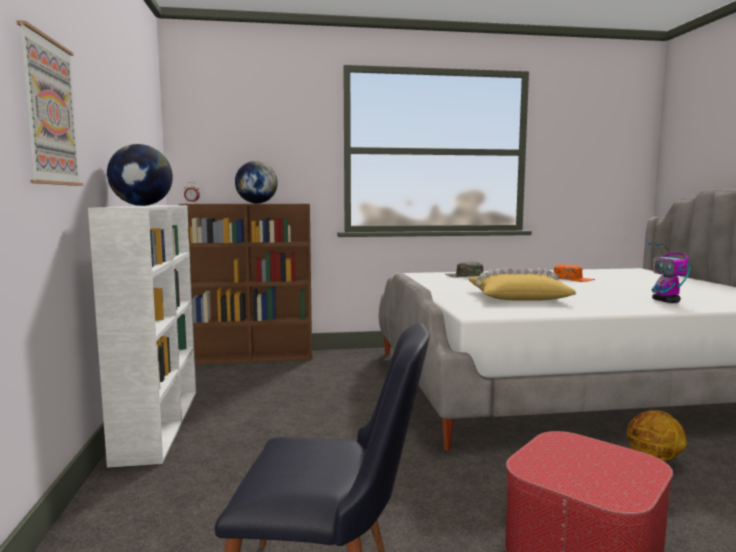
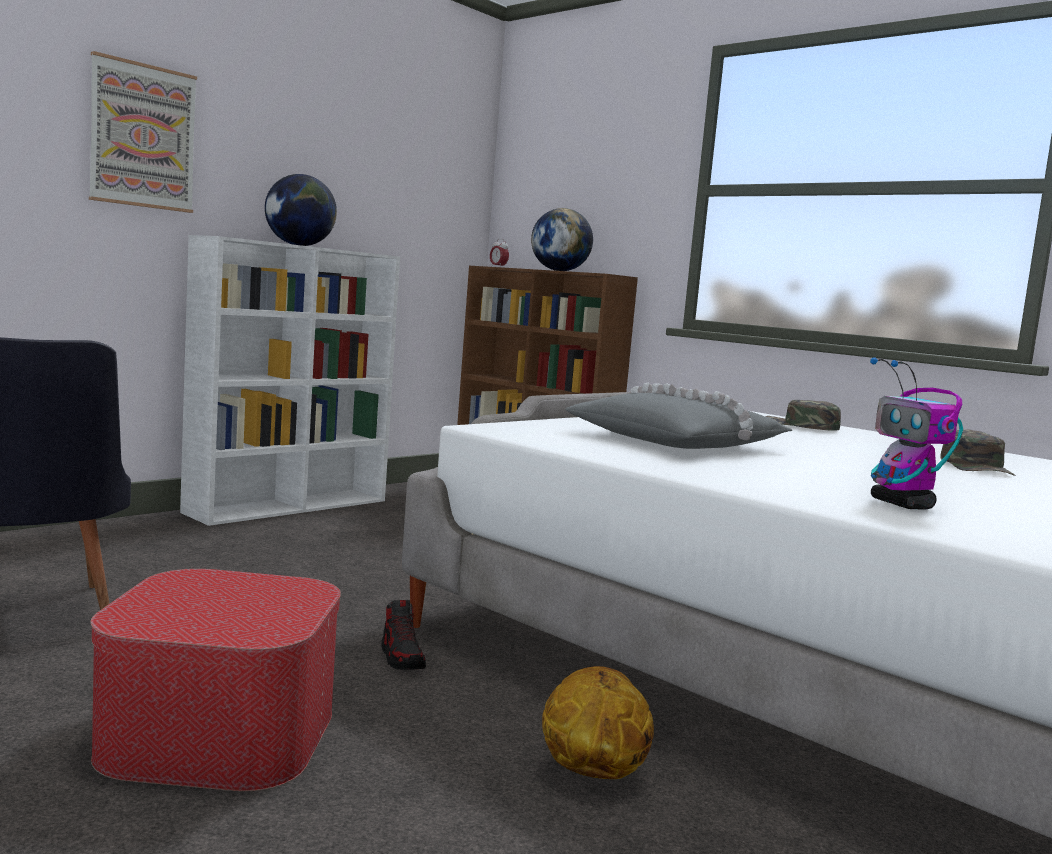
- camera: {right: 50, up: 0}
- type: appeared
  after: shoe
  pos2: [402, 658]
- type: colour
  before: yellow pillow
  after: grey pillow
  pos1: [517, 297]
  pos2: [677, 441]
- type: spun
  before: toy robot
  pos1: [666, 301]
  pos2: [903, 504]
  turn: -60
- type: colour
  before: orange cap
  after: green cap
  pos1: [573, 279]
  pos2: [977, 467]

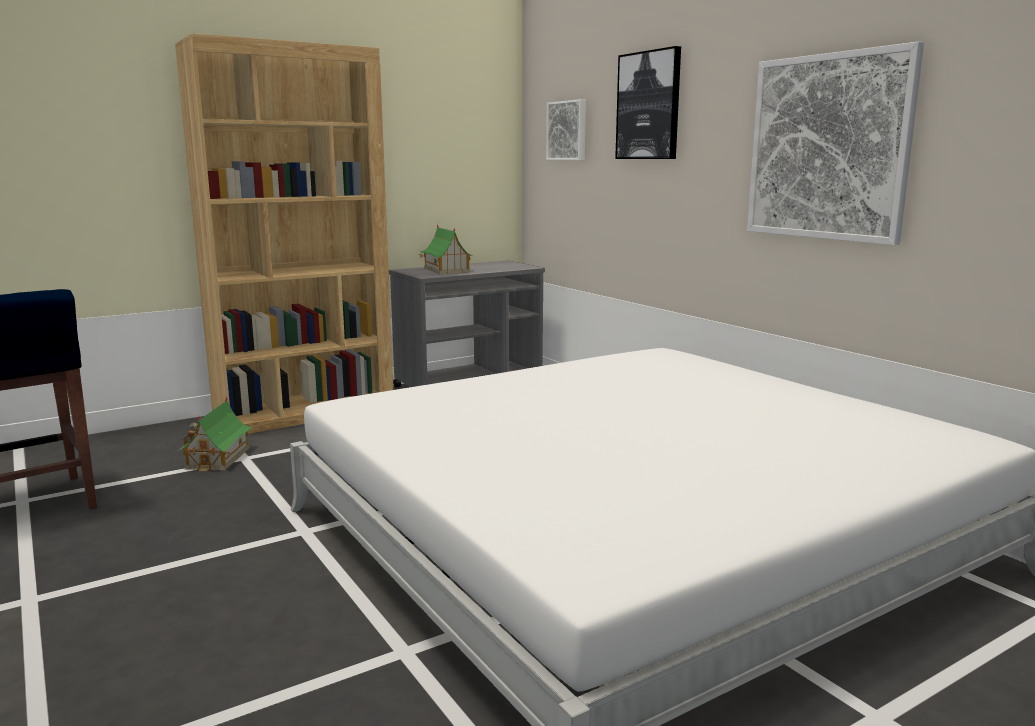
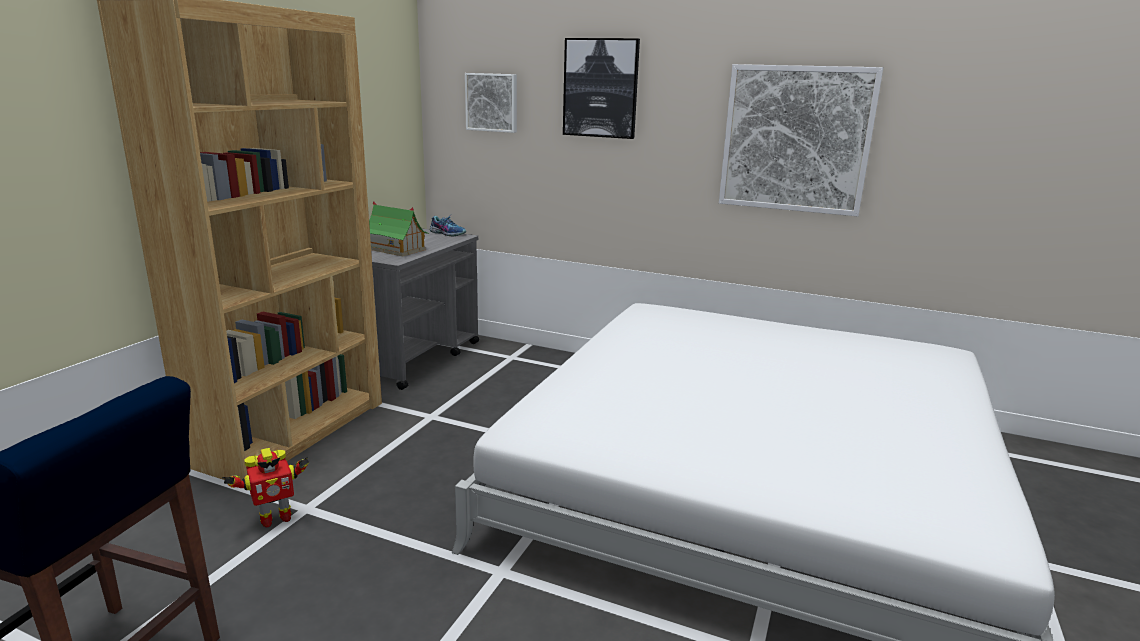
- camera: {right: -35, up: 5}
- type: exchanged
  before: toy house
  after: toy robot
  pos1: [218, 458]
  pos2: [274, 518]
- type: appeared
  after: shoe
  pos2: [448, 233]

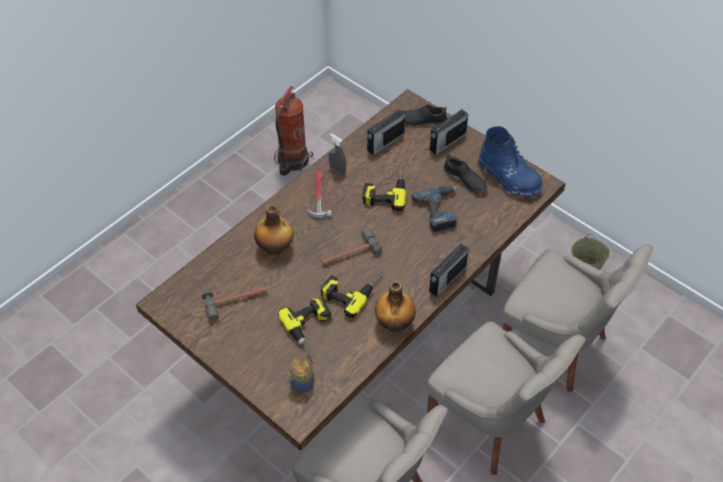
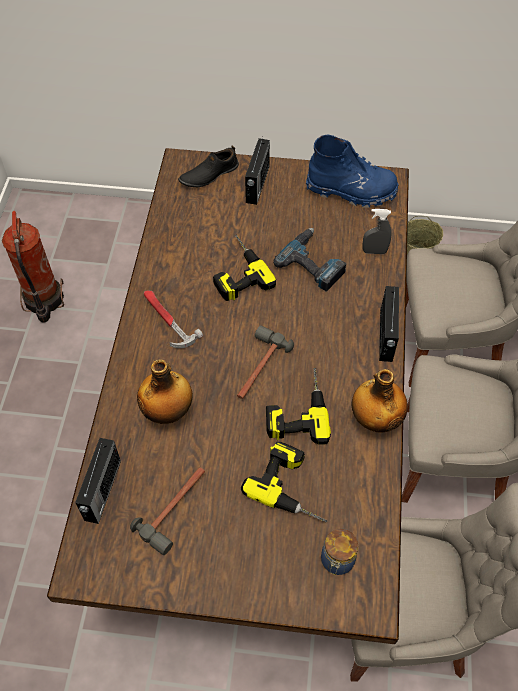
- camera: {right: -35, up: 5}
- type: relocated
  before: radio
  pos1: [385, 142]
  pos2: [102, 491]
- type: relocated
  before: grey spray bottle
  pos1: [337, 169]
  pos2: [374, 251]
- type: missing
  before: black shoe
  pos1: [465, 180]

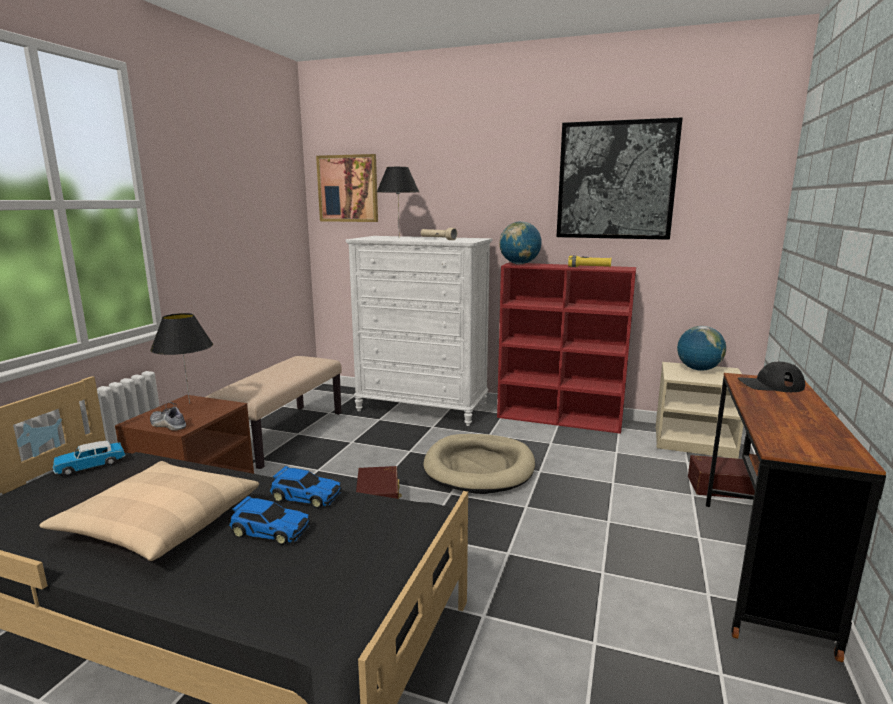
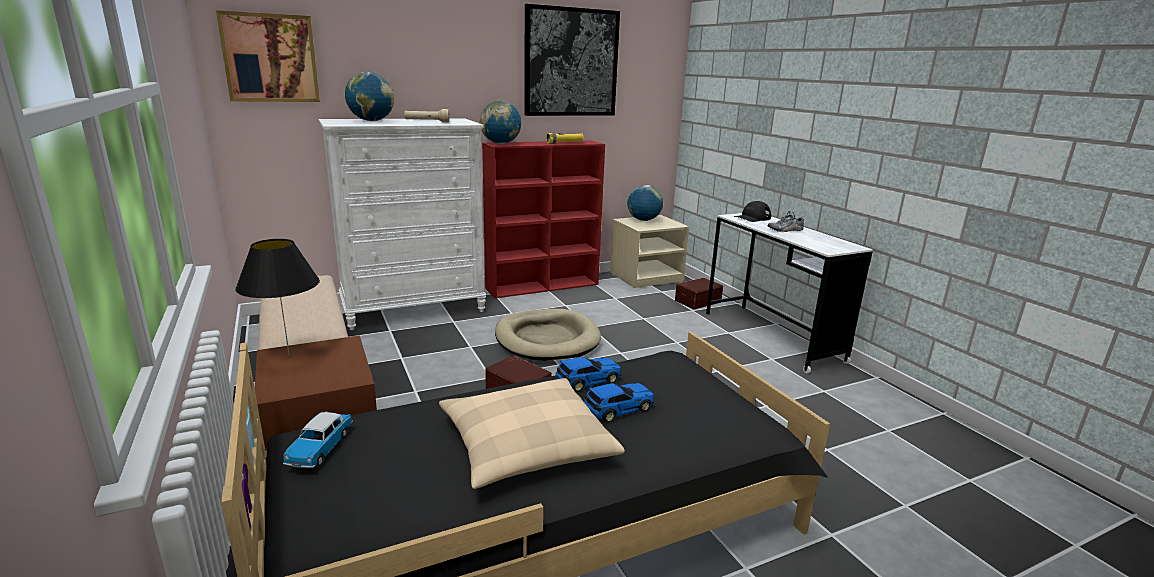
- camera: {right: -45, up: 5}
- type: exchanged
  before: black table lamp
  after: globe
  pos1: [399, 237]
  pos2: [371, 121]
- type: colour
  before: brown desk
  after: white desk
  pos1: [760, 567]
  pos2: [771, 336]
- type: relocated
  before: shoe
  pos1: [168, 425]
  pos2: [785, 230]

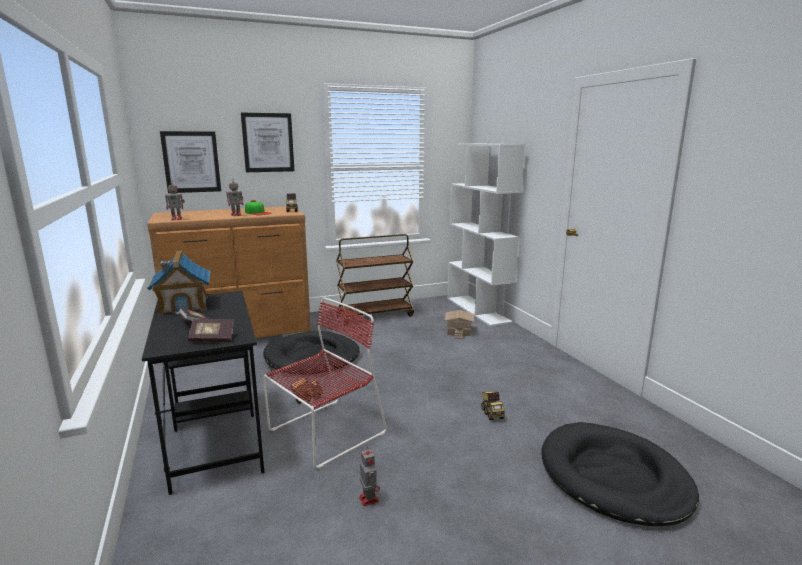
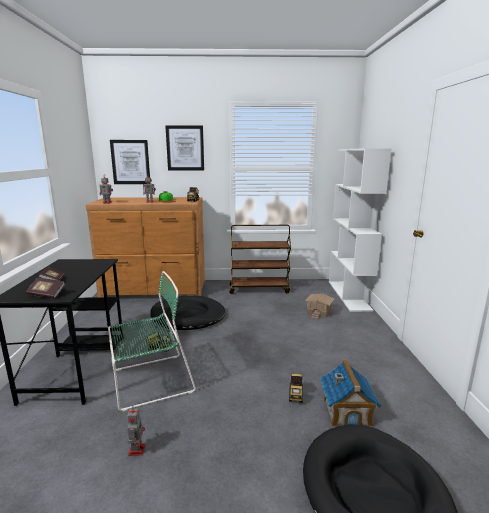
- camera: {right: 20, up: 0}
- type: colour
  before: red chair
  after: green chair
  pos1: [324, 433]
  pos2: [149, 381]
- type: relocated
  before: toy house
  pos1: [184, 305]
  pos2: [347, 412]

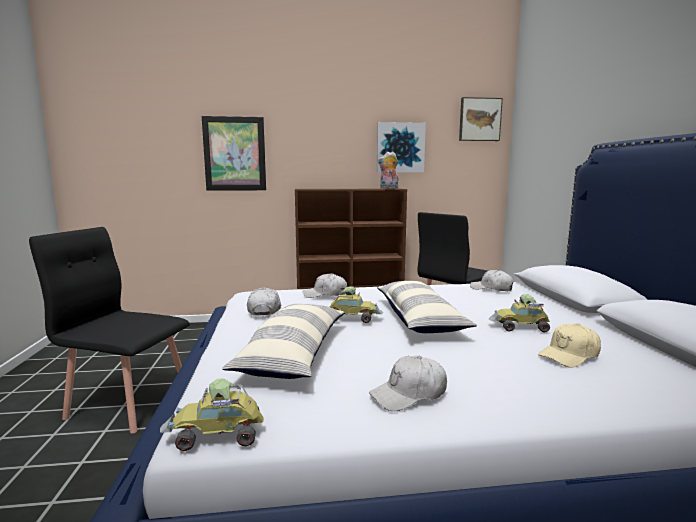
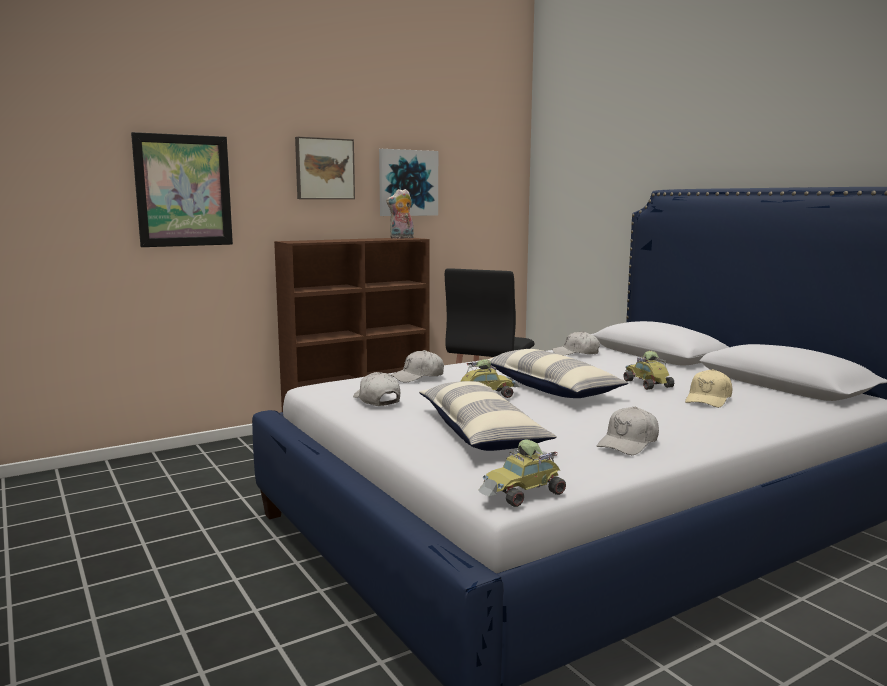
- camera: {right: -25, up: 0}
- type: relocated
  before: picture
  pos1: [479, 119]
  pos2: [324, 169]
- type: spun
  before: toy car
  pos1: [520, 327]
  pos2: [646, 384]
  turn: 90
- type: missing
  before: black chair
  pos1: [129, 403]

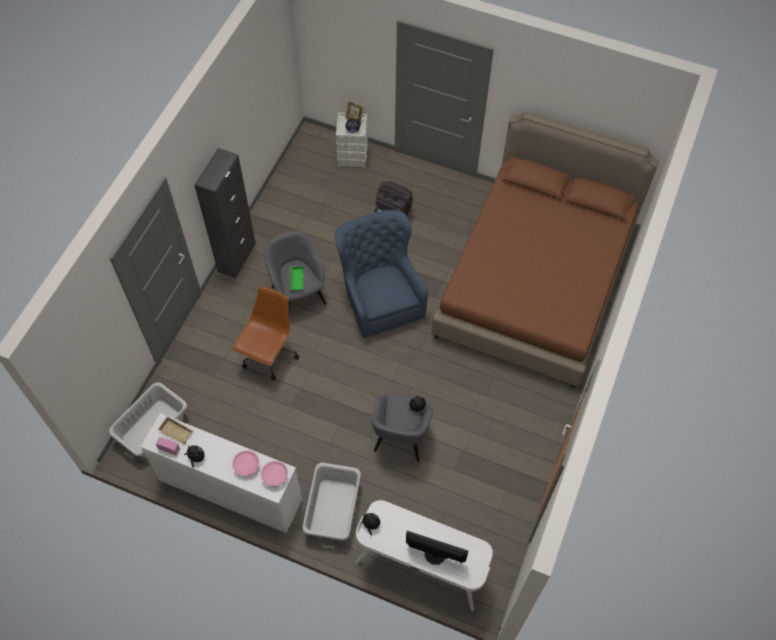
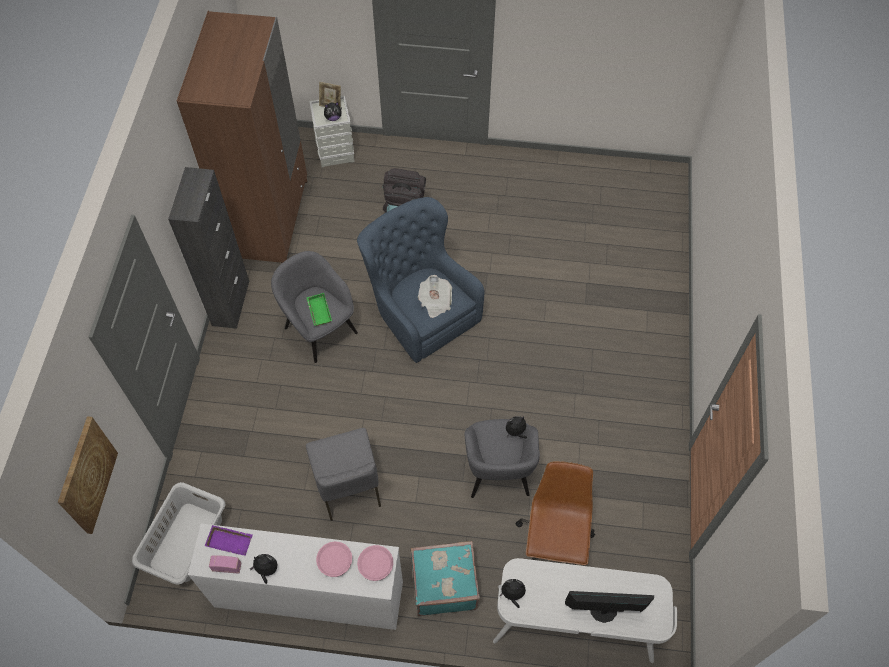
- camera: {right: -15, up: 0}
- type: appeared
  after: picture
  pos2: [86, 475]
- type: appeared
  after: brown wardrobe
  pos2: [270, 218]
- type: colour
  before: beige tray
  after: purple tray
  pos1: [177, 431]
  pos2: [230, 541]
- type: appeared
  after: grey chair
  pos2: [348, 487]
- type: exchanged
  before: grey laundry basket
  after: turquoise suitcase
  pos1: [332, 509]
  pos2: [443, 583]
- type: appeared
  after: newspaper
  pos2: [435, 302]
- type: relocated
  before: brown office chair
  pos1: [269, 355]
  pos2: [554, 541]
- type: missing
  before: brown bed
  pos1: [535, 282]

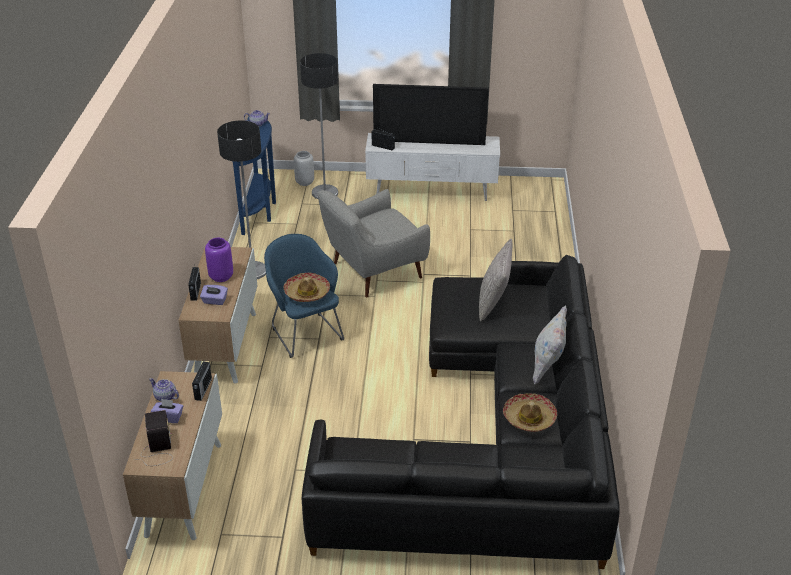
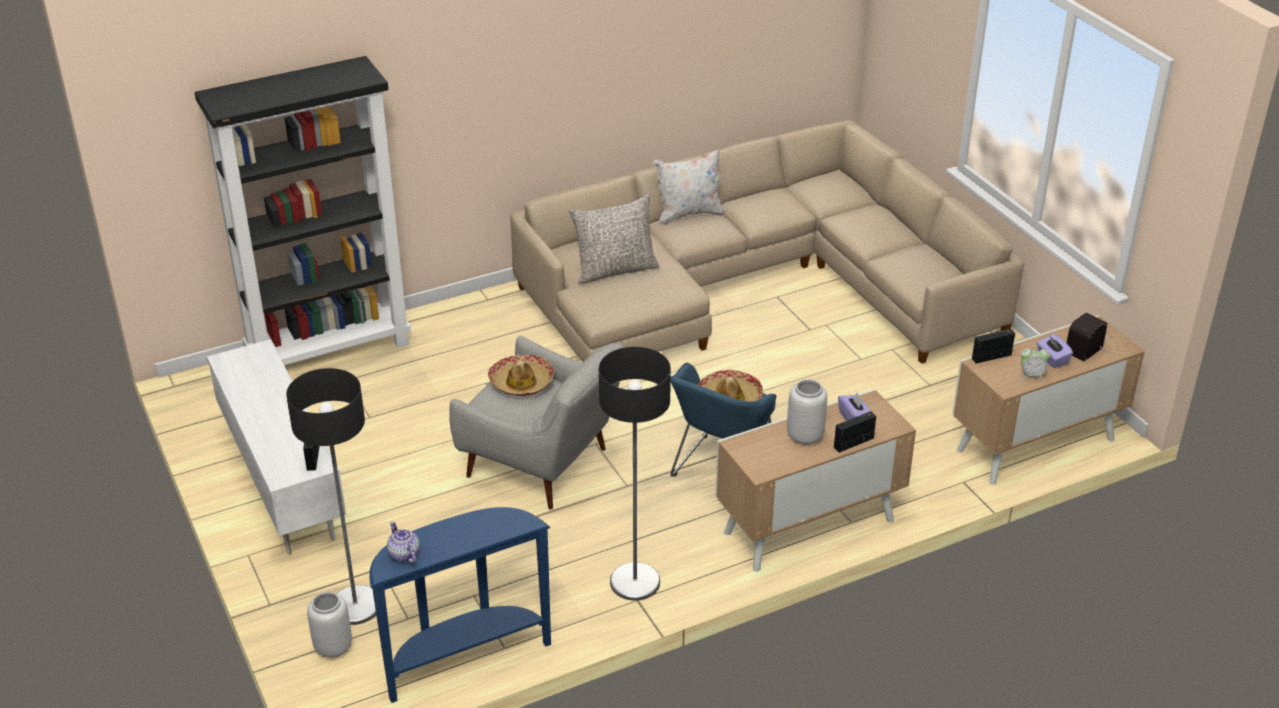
- camera: {right: -120, up: 0}
- type: appeared
  after: black bookcase
  pos2: [330, 350]
- type: relocated
  before: hat
  pos1: [529, 418]
  pos2: [521, 382]
- type: colour
  before: black sofa
  after: beige sofa
  pos1: [494, 437]
  pos2: [756, 285]
- type: colour
  before: purple vase
  after: grey vase
  pos1: [221, 277]
  pos2: [804, 436]
- type: exchanged
  before: teapot
  after: alarm clock
  pos1: [165, 397]
  pos2: [1031, 375]
- type: missing
  before: television
  pos1: [430, 139]

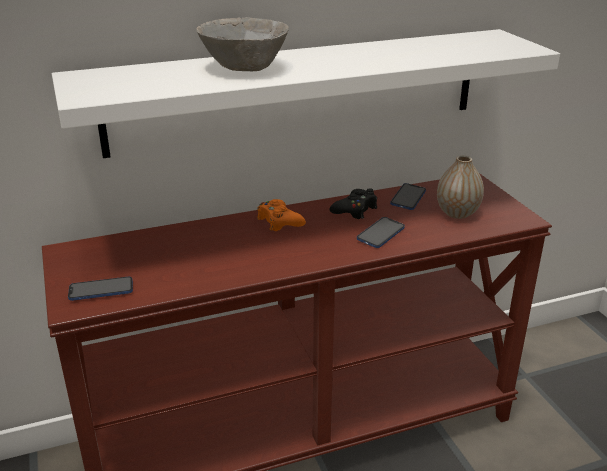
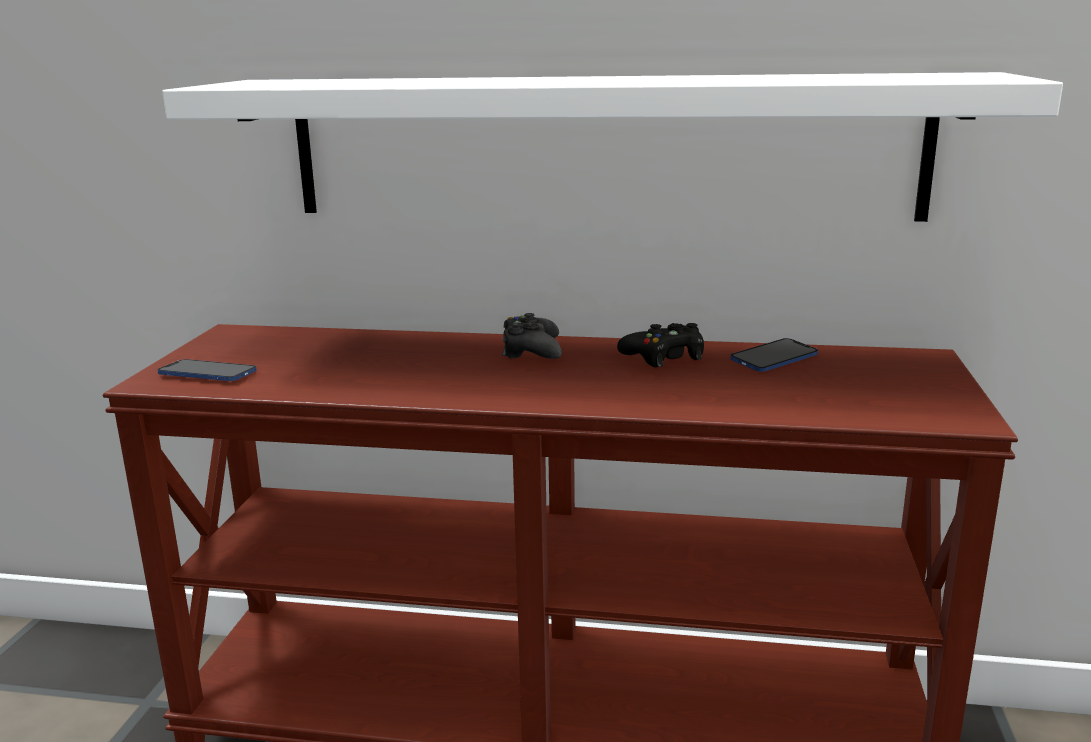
- camera: {right: 30, up: -10}
- type: colour
  before: orange game controller
  after: black game controller
  pos1: [279, 221]
  pos2: [531, 350]
- type: missing
  before: grey bowl
  pos1: [244, 67]
- type: missing
  before: phone
  pos1: [380, 234]
- type: missing
  before: vase
  pos1: [457, 213]

